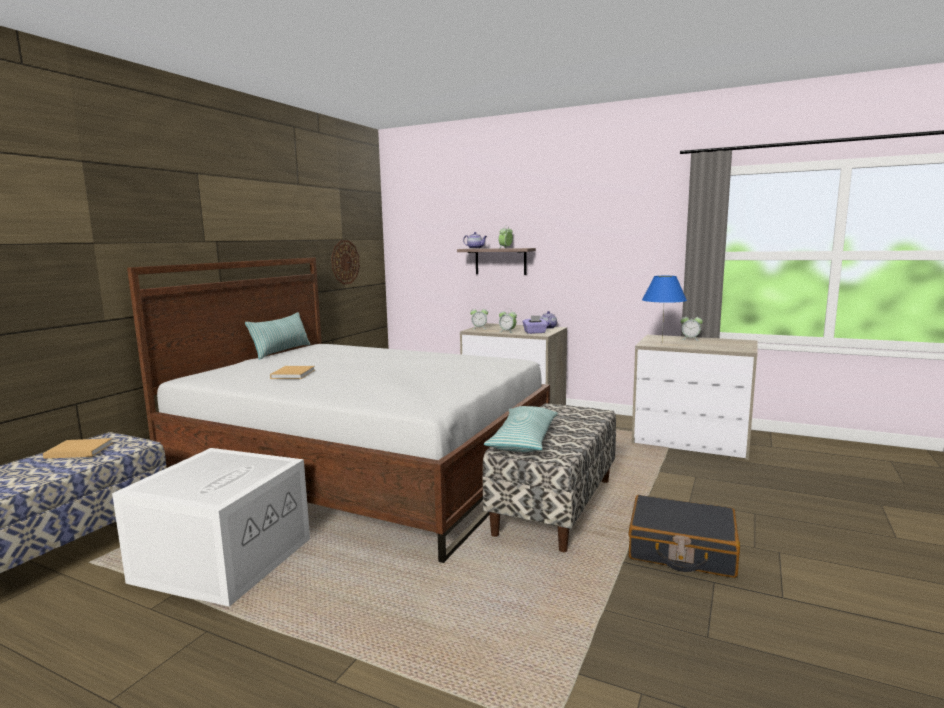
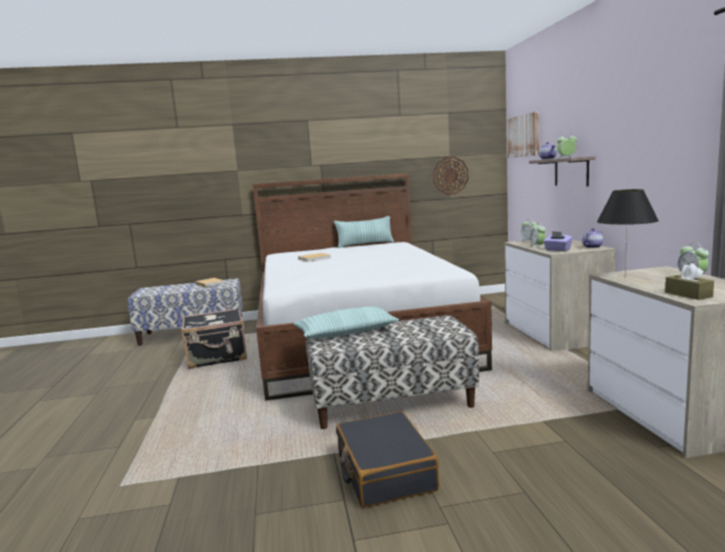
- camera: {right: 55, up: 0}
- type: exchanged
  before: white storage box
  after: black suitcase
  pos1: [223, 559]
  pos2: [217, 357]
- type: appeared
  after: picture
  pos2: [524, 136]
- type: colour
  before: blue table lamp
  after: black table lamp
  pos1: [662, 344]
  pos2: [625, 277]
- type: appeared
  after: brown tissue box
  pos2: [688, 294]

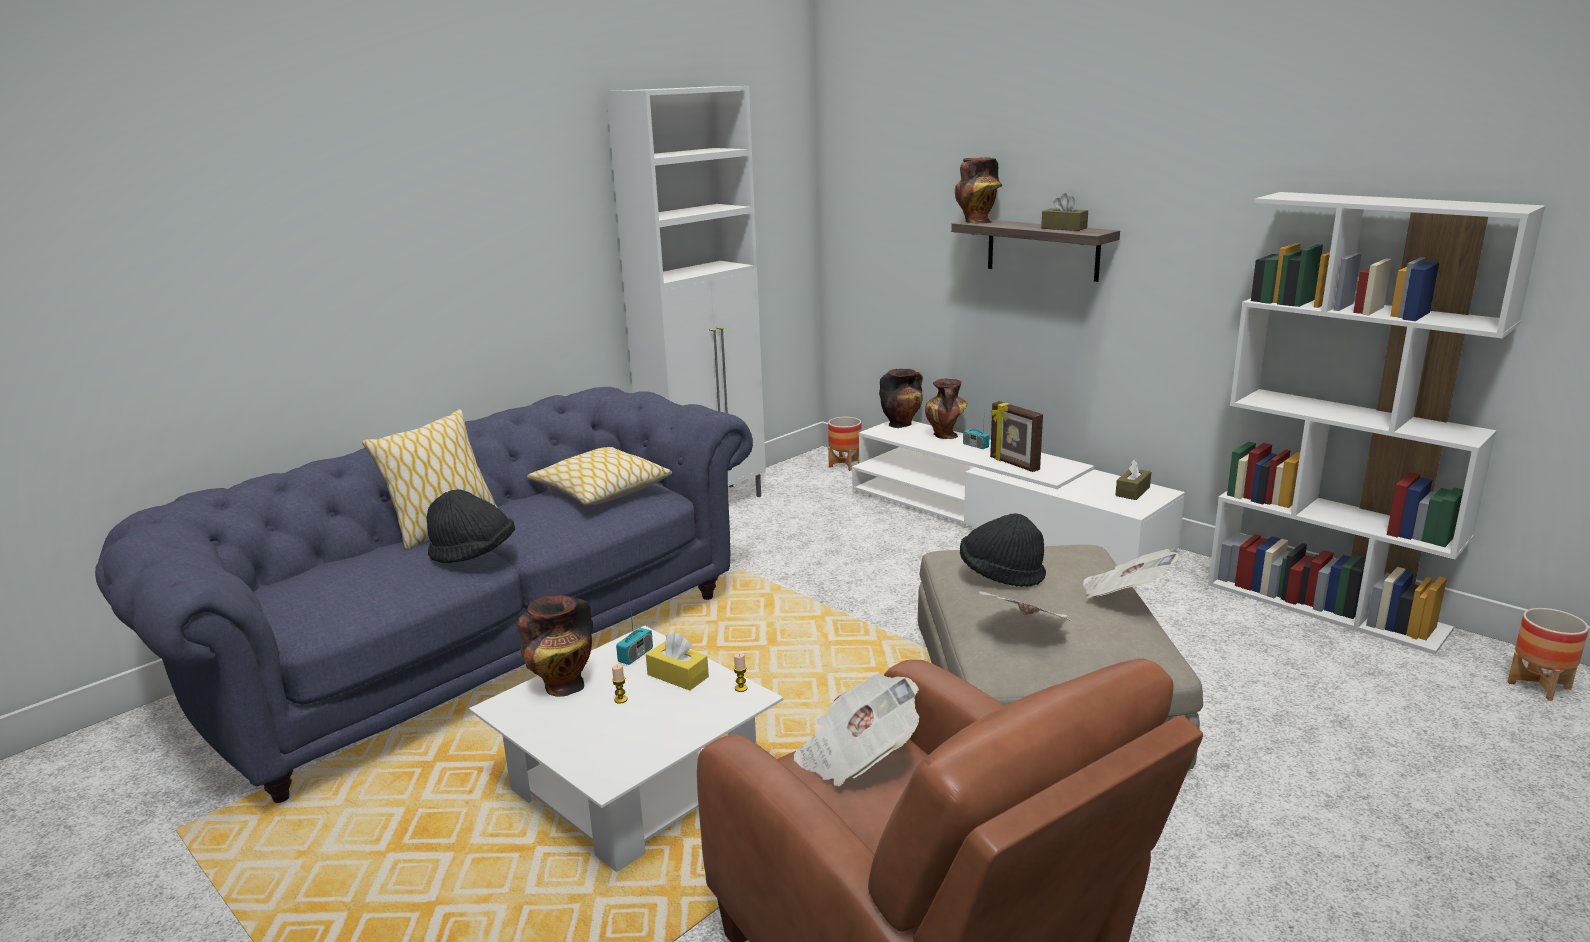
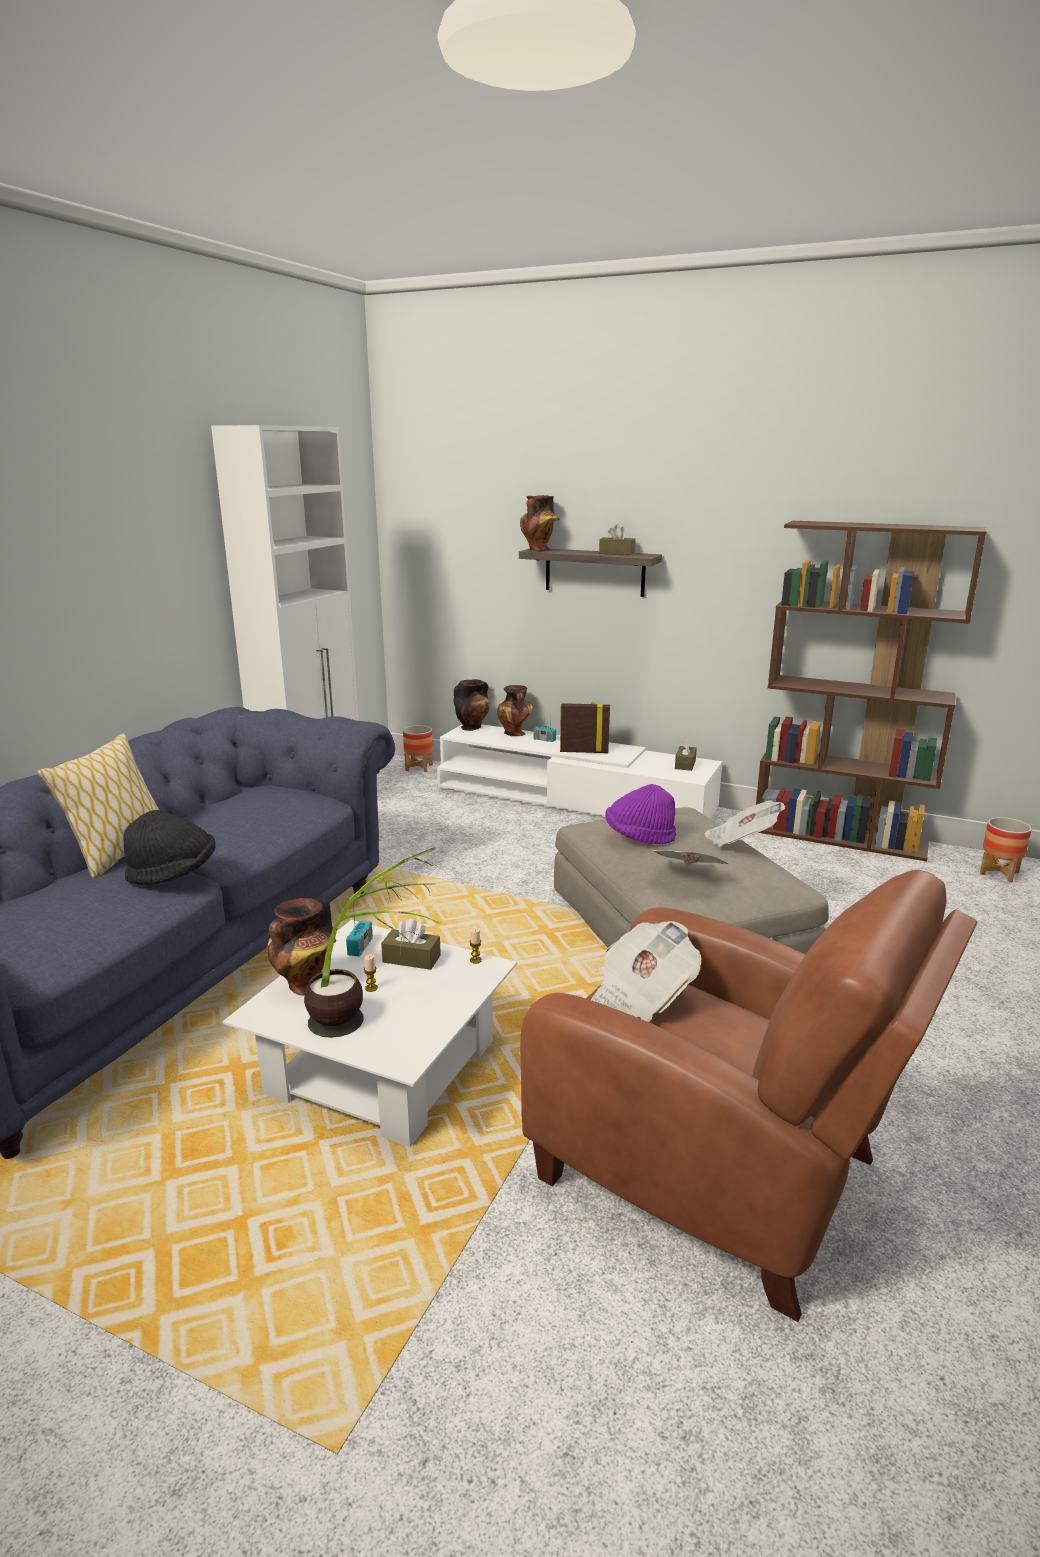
- camera: {right: -20, up: 0}
- type: appeared
  after: potted plant
  pos2: [369, 1021]
- type: colour
  before: yellow tissue box
  after: brown tissue box
  pos1: [678, 676]
  pos2: [411, 959]
- type: spun
  before: picture frame
  pos1: [1013, 464]
  pos2: [584, 751]
  turn: 150
- type: colour
  before: black hat
  after: purple hat
  pos1: [1001, 575]
  pos2: [639, 837]
- type: colour
  before: white bookcase
  after: brown bookcase
  pos1: [1326, 606]
  pos2: [840, 837]
- type: missing
  before: pillow
  pos1: [601, 491]

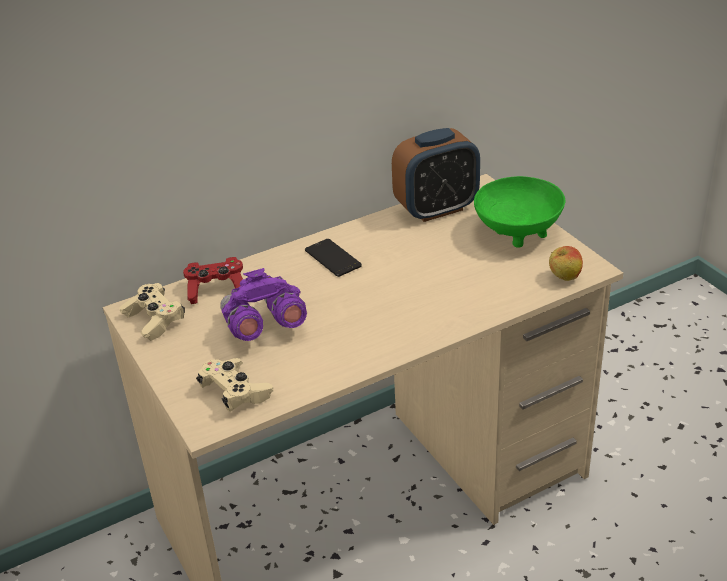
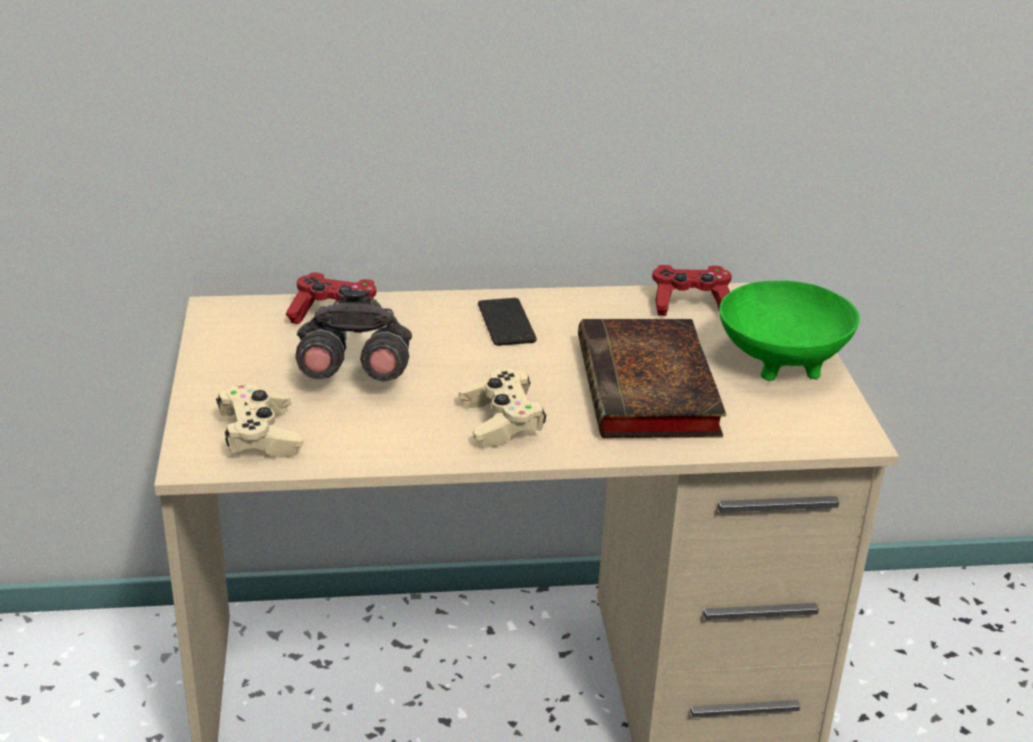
- camera: {right: 20, up: -5}
- type: colour
  before: purple binoculars
  after: grey binoculars
  pos1: [263, 327]
  pos2: [355, 374]
- type: relocated
  before: beige game controller
  pos1: [154, 320]
  pos2: [501, 422]
- type: appeared
  after: book
  pos2: [649, 391]
- type: exchanged
  before: alarm clock
  after: red game controller
  pos1: [436, 209]
  pos2: [690, 304]
- type: missing
  before: apple
  pos1: [564, 278]

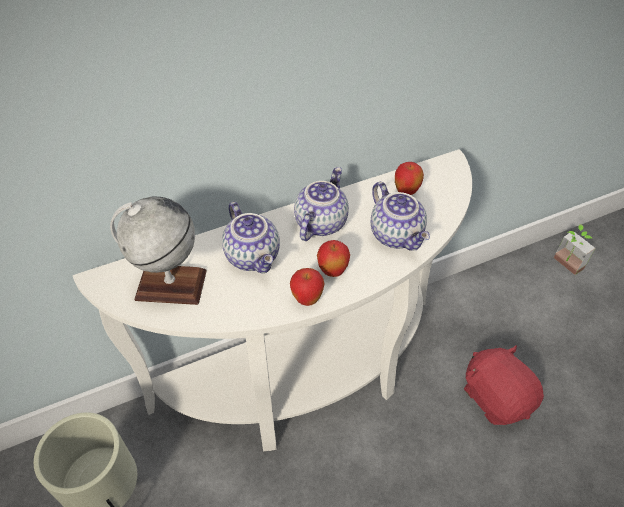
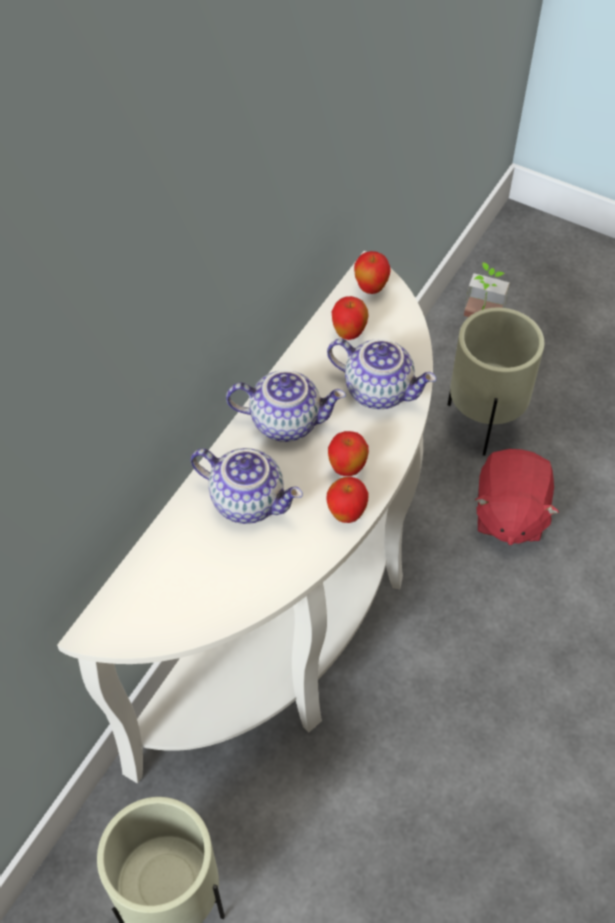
- camera: {right: -35, up: 5}
- type: spun
  before: teapot
  pos1: [320, 222]
  pos2: [286, 421]
  turn: 105
- type: appeared
  after: apple
  pos2: [371, 288]
- type: appeared
  after: beige planter
  pos2: [484, 423]
- type: spun
  before: red plush toy
  pos1: [496, 396]
  pos2: [509, 514]
  turn: -105
- type: missing
  before: globe
  pos1: [170, 285]

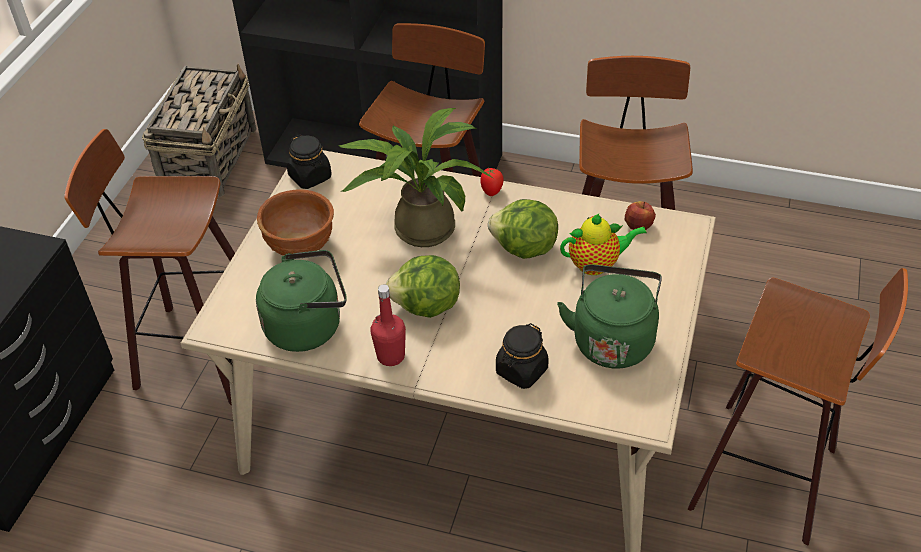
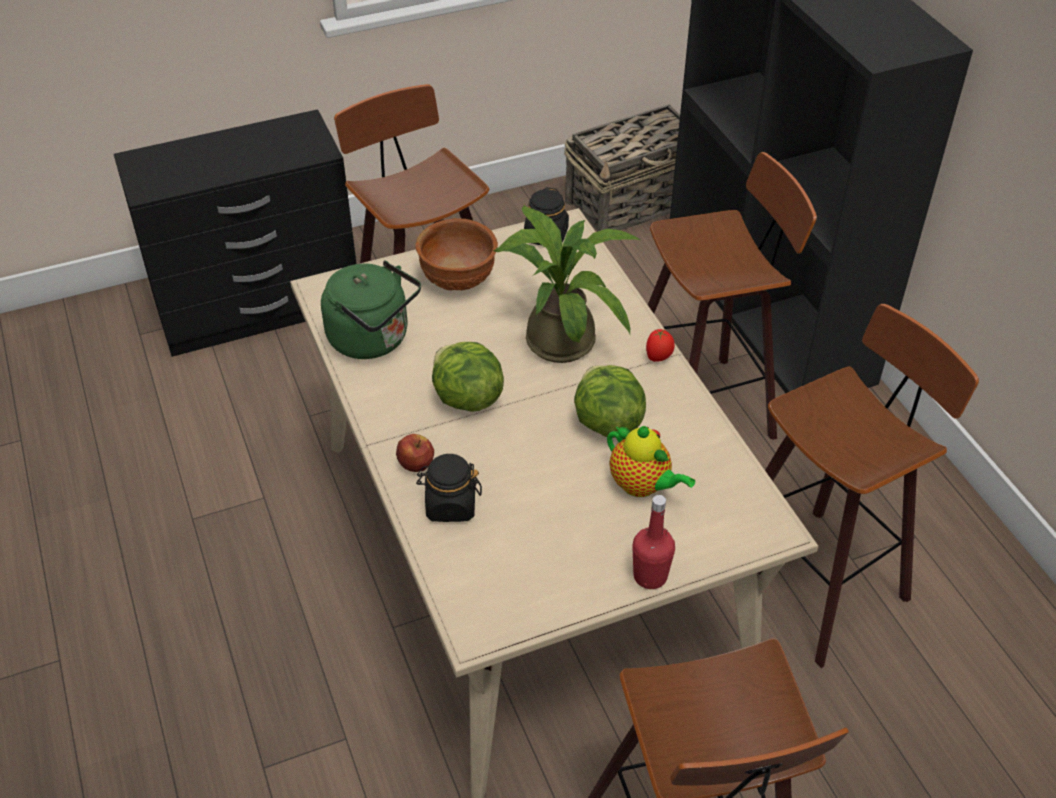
- camera: {right: 50, up: 0}
- type: relocated
  before: apple
  pos1: [638, 226]
  pos2: [416, 464]
- type: relocated
  before: red bottle
  pos1: [391, 356]
  pos2: [650, 576]
- type: missing
  before: green kettle
  pos1: [612, 339]

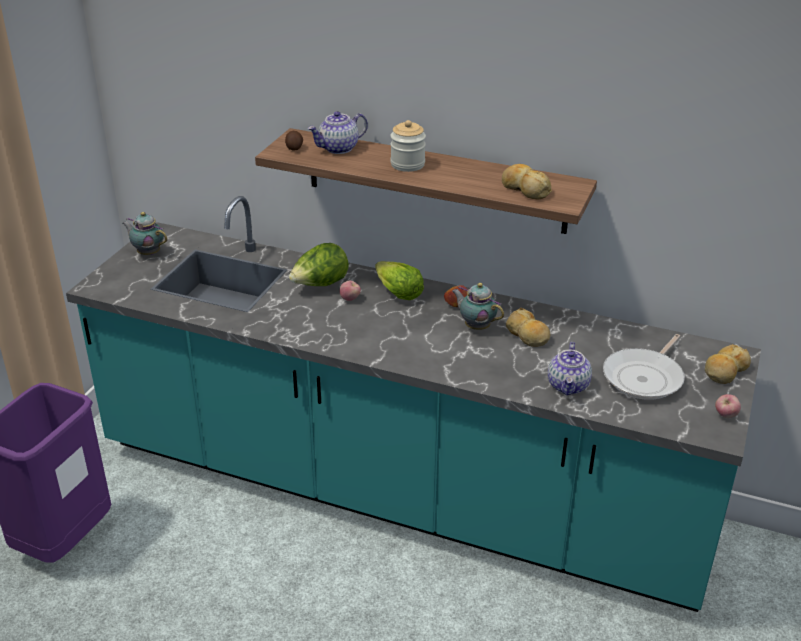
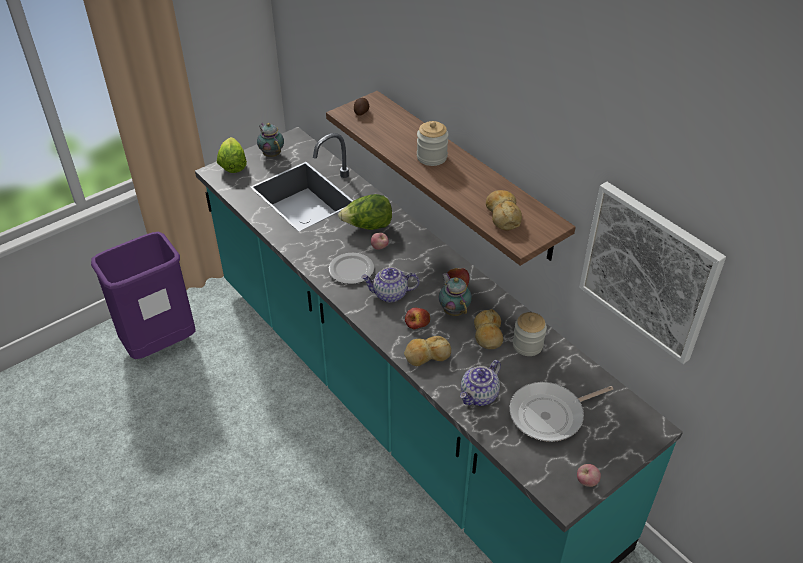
- camera: {right: 30, up: 10}
- type: relocated
  before: lettuce
  pos1: [397, 293]
  pos2: [232, 164]
- type: appeared
  after: plate
  pos2: [352, 269]
- type: relocated
  before: teapot
  pos1: [338, 148]
  pos2: [390, 294]
- type: relocated
  before: bread
  pos1: [725, 371]
  pos2: [426, 355]
- type: appeared
  after: apple
  pos2: [417, 323]
- type: appeared
  after: jar
  pos2: [527, 345]
- type: appeared
  after: picture
  pos2: [648, 271]

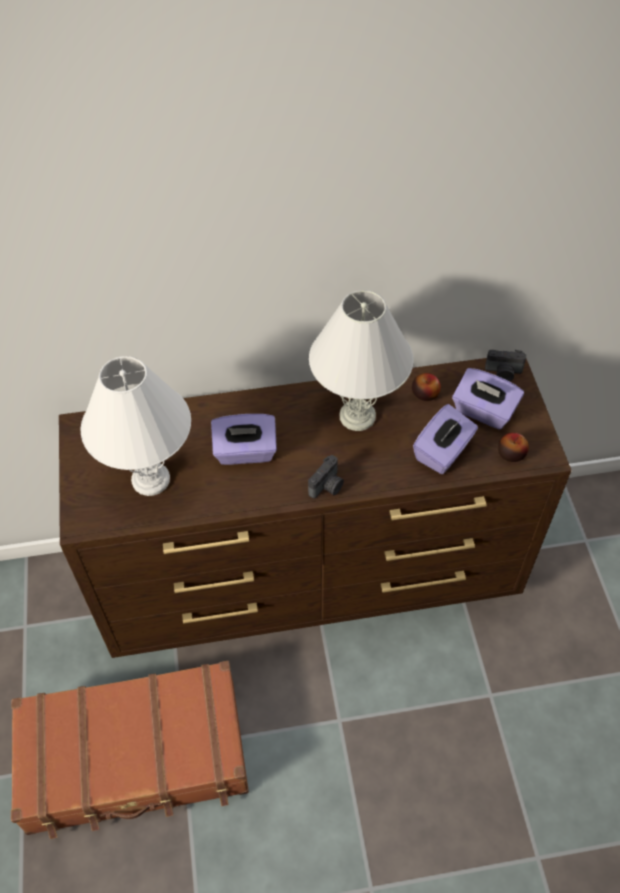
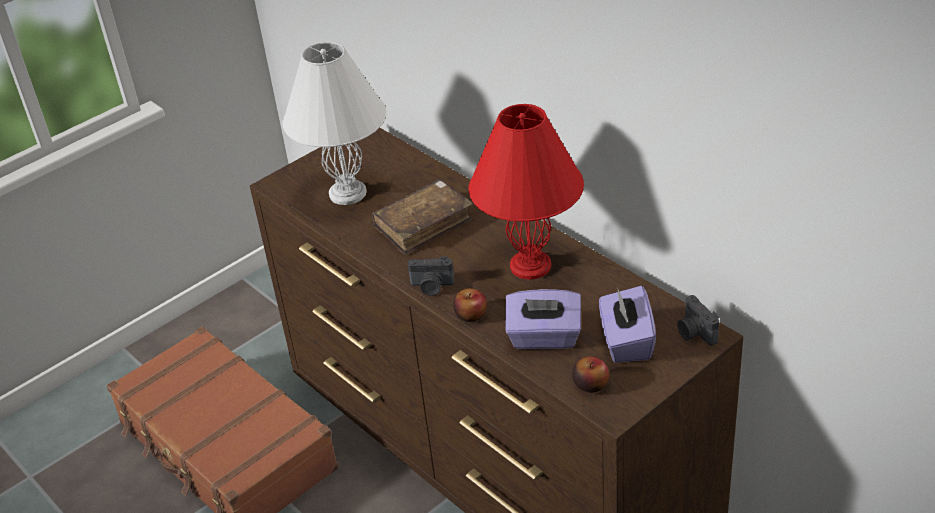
- camera: {right: 60, up: -15}
- type: exchanged
  before: purple tissue box
  after: brown book
  pos1: [245, 452]
  pos2: [423, 225]
- type: relocated
  before: apple
  pos1: [425, 394]
  pos2: [471, 314]
- type: colour
  before: white table lamp
  after: red table lamp
  pos1: [356, 416]
  pos2: [530, 265]

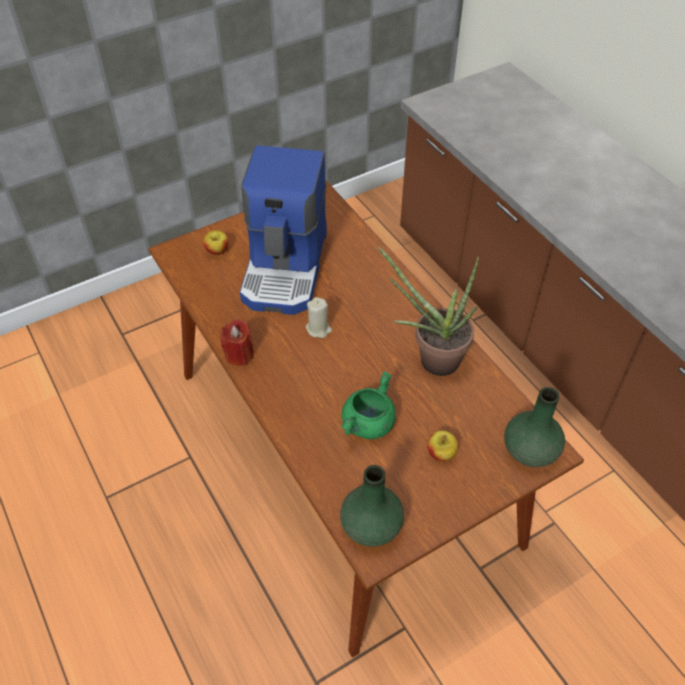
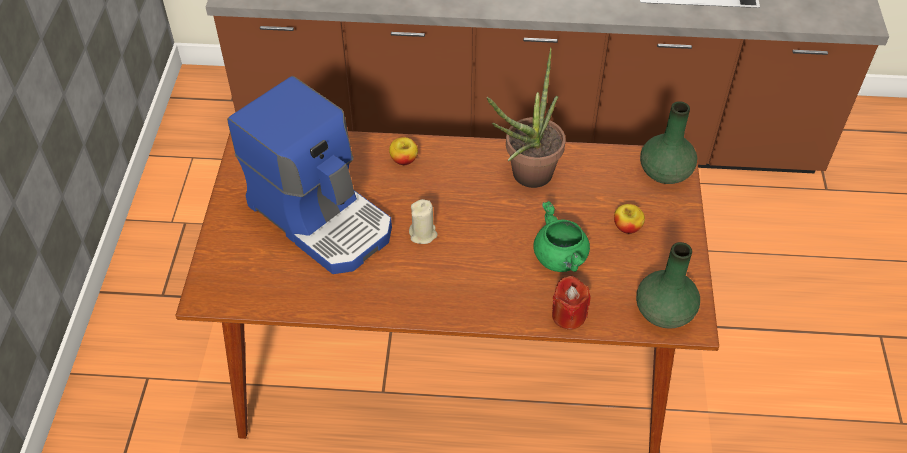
- camera: {right: -55, up: 0}
- type: relocated
  before: apple
  pos1: [217, 250]
  pos2: [404, 160]
- type: relocated
  before: red candle
  pos1: [239, 354]
  pos2: [568, 315]

